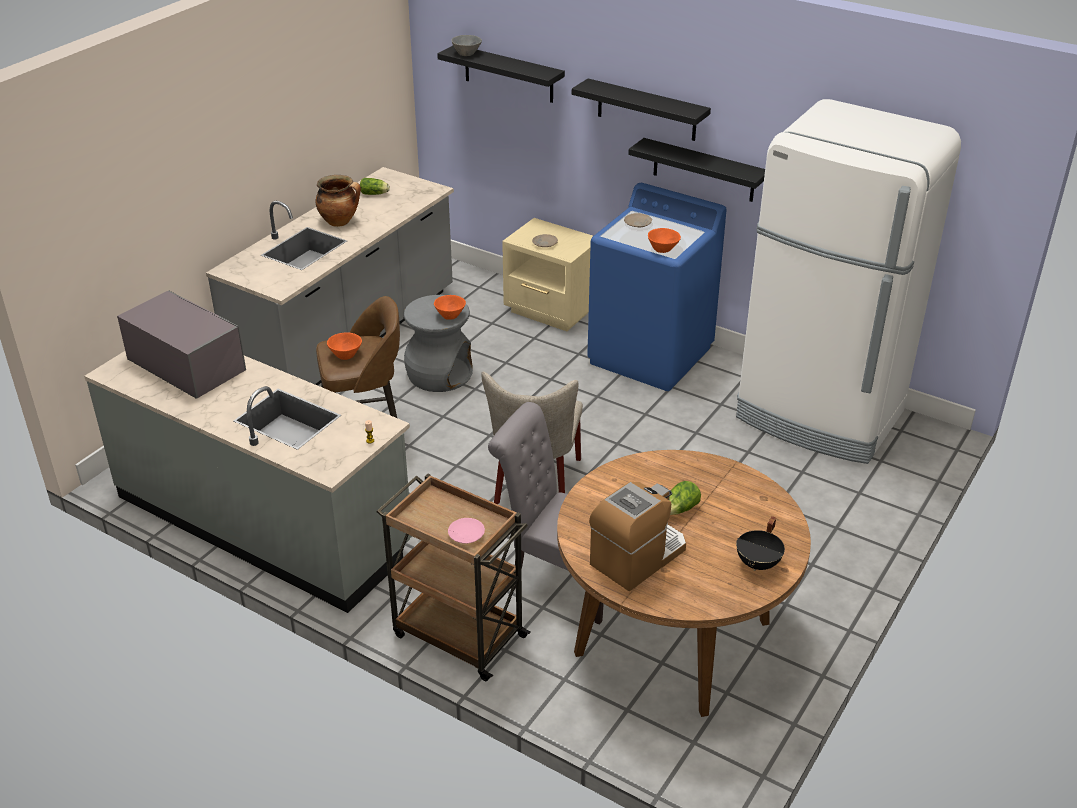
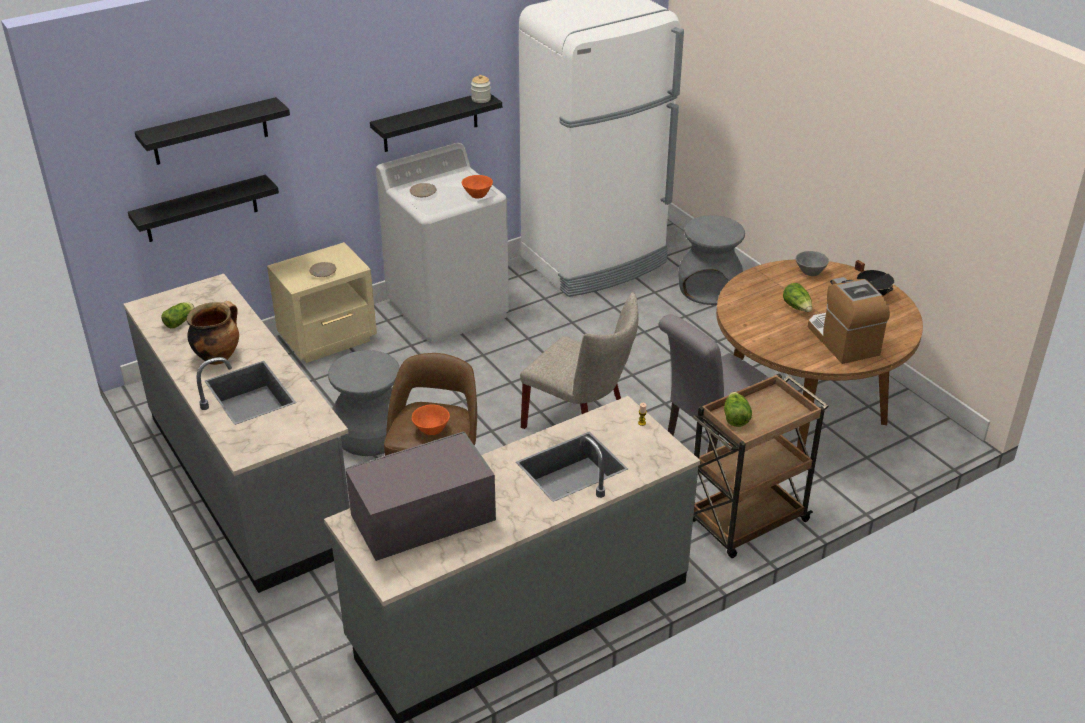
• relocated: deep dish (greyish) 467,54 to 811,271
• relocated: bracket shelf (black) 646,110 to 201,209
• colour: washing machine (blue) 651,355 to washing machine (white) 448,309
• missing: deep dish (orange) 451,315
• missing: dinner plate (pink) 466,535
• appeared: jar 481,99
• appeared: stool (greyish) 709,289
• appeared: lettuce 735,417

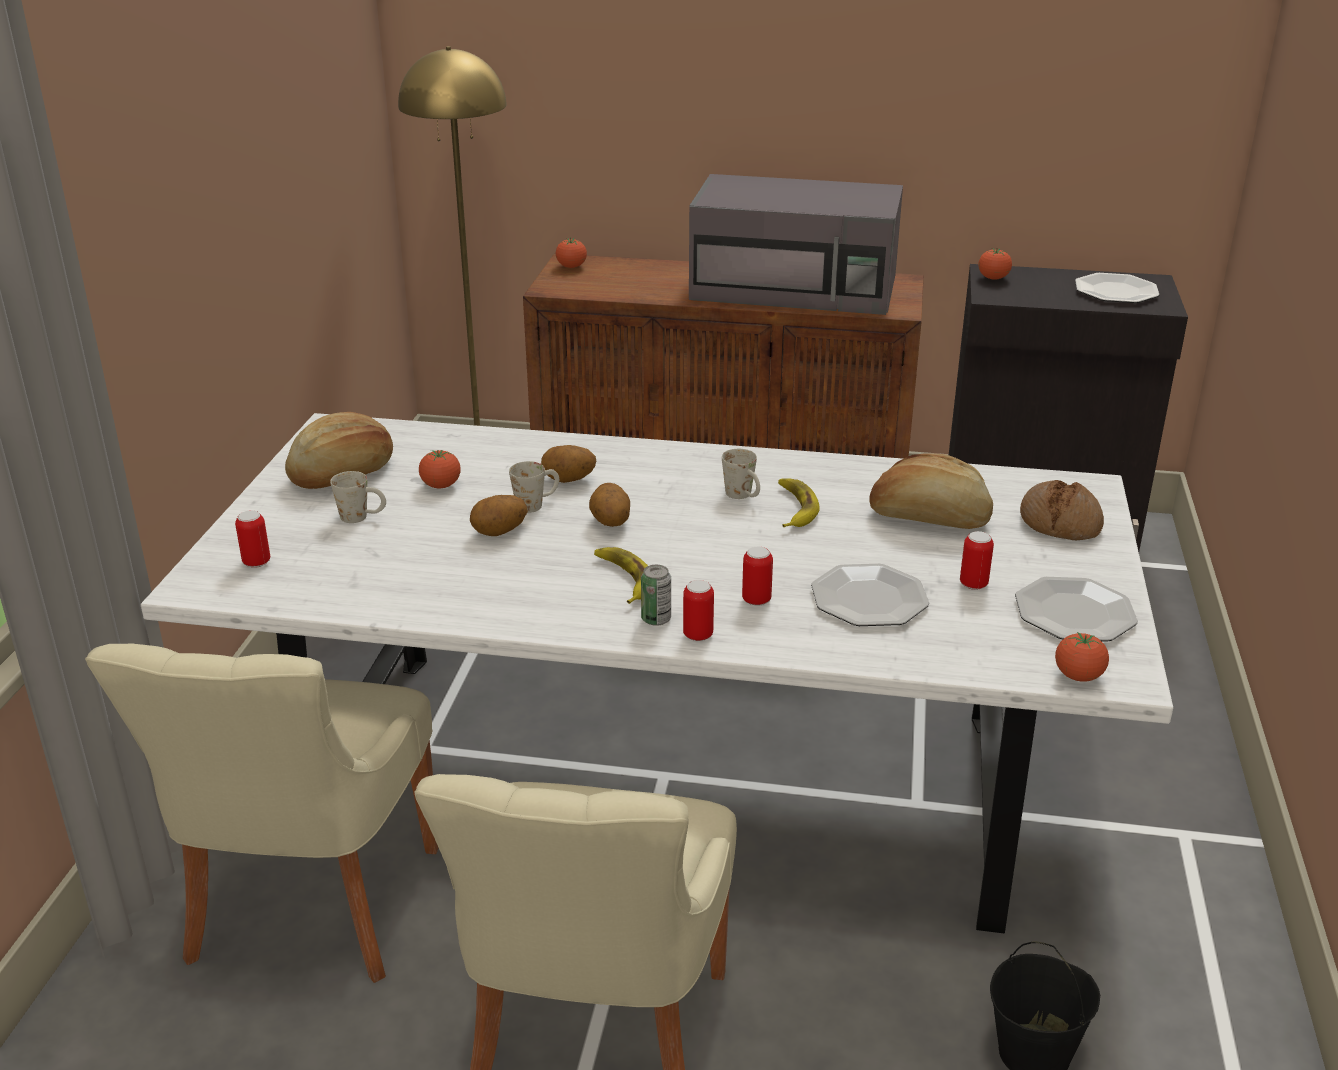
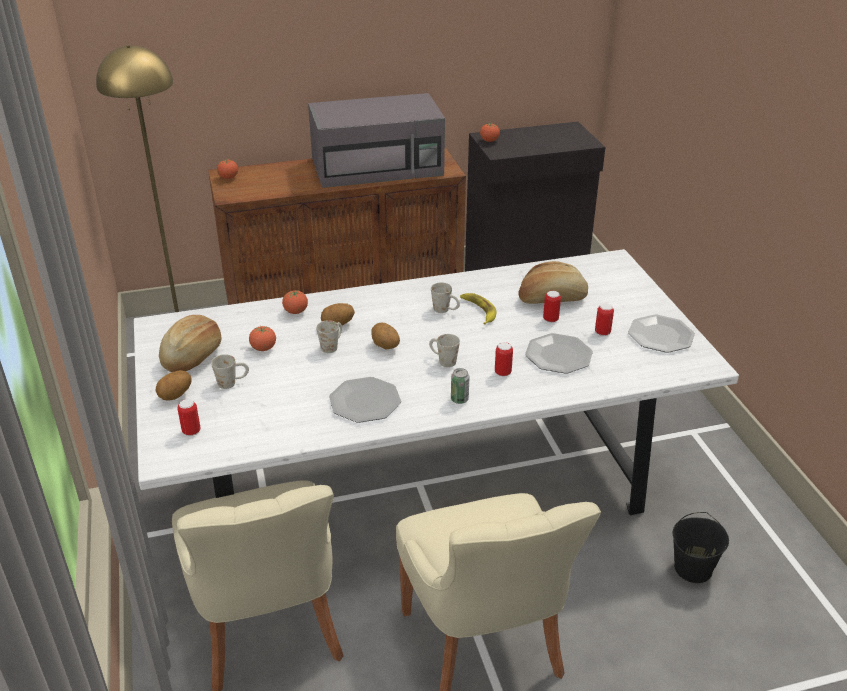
• relocated: dinner plate 1115,291 to 365,401
• missing: baked bread 1060,523
• relocated: whole potato 499,532 to 176,396
• missing: whole banana 624,579
• relocated: metal can 698,635 to 550,319
• relocated: tomato 1078,676 to 296,312
• appeared: mug (white) 443,360

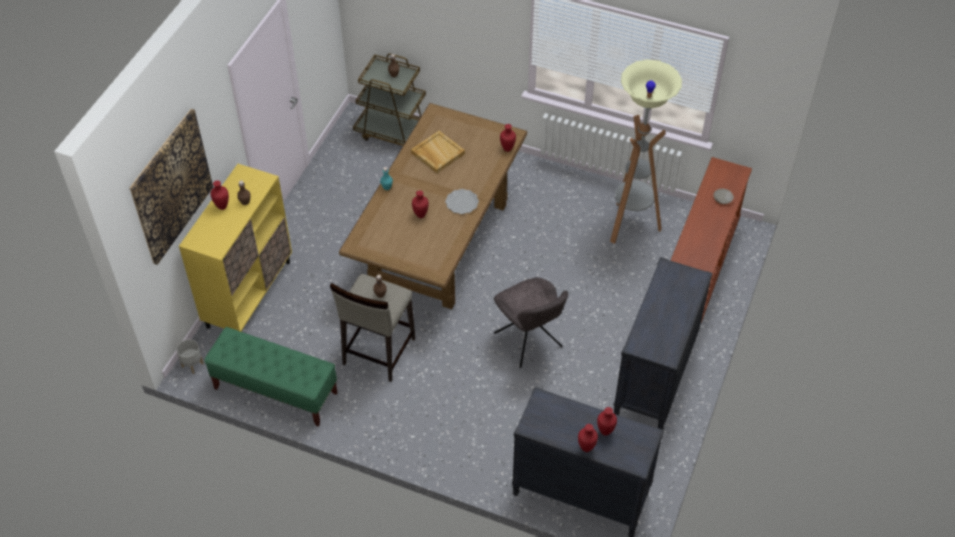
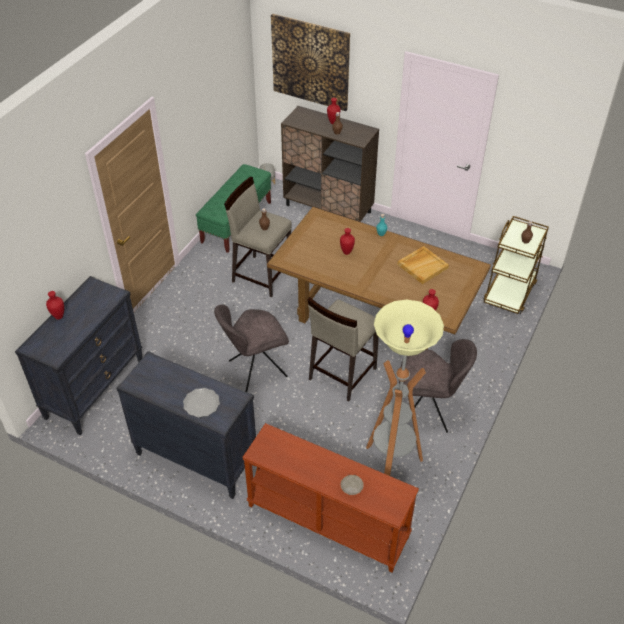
• colour: cabinet (yellow-coloured) 249,293 to cabinet (brown-coloured) 328,209
• relocated: dinner plate 461,203 to 201,403
• missing: decorative vase (red-coloured) 606,431
• appeared: stool (beige-coloured) 341,374
• appeared: upright chair (greyish) 427,411

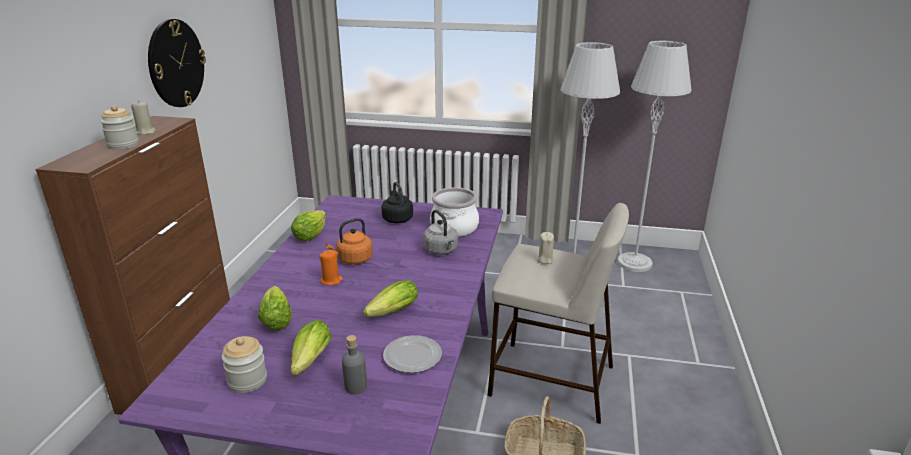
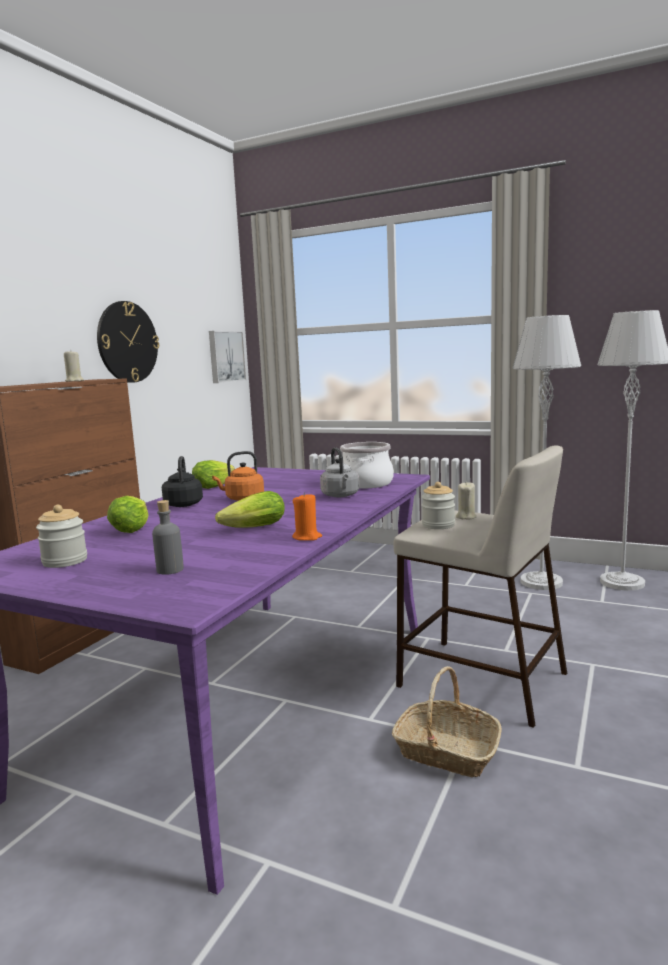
• relocated: jar 123,145 to 438,525
• relocated: tea kettle (black) 397,218 to 183,504
• relocated: wax light (orange) 331,280 to 307,537
• missing: lettuce 309,363
• missing: dinner plate 412,356
• appeared: wall art 225,356

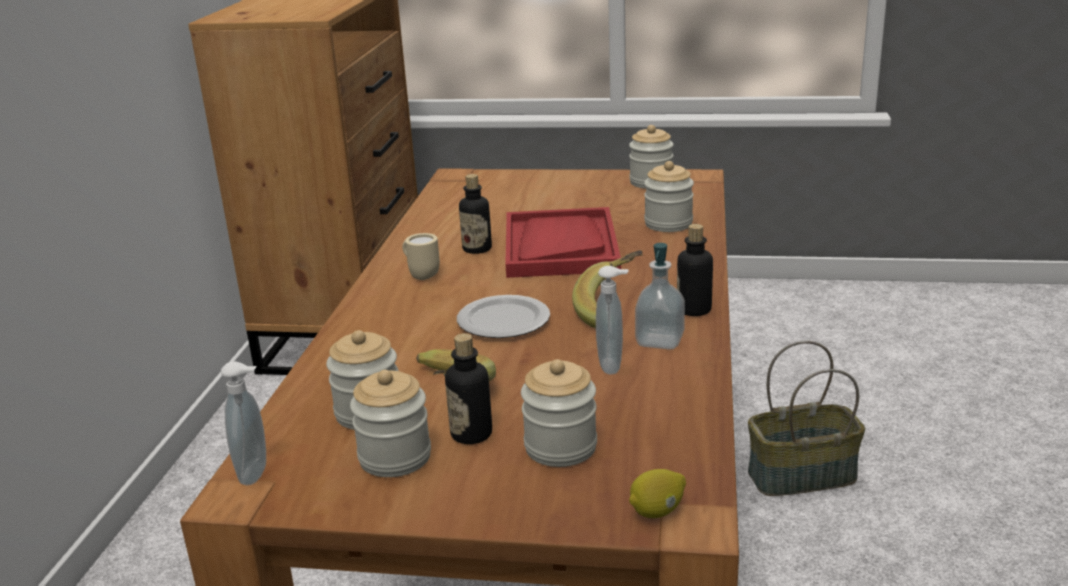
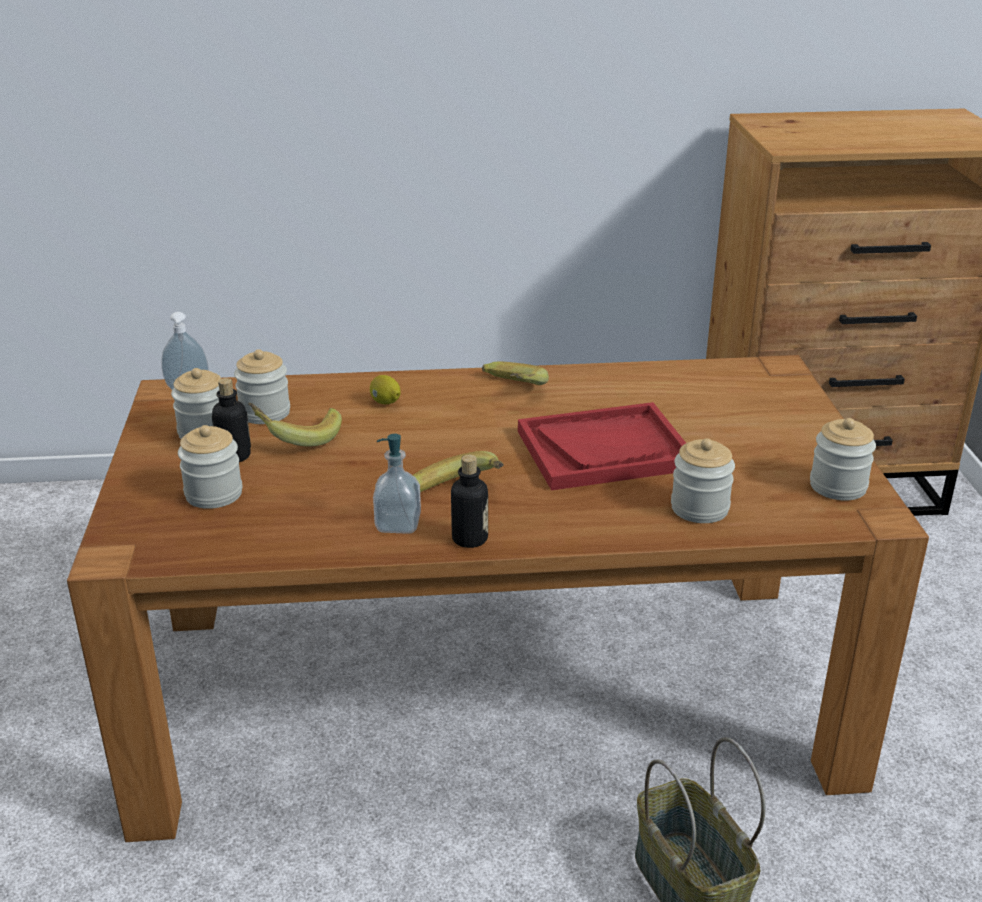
• missing: drink bottle 477,249
• exchanged: mug (beige-coloured) 421,275 to whole banana 510,392
• missing: soap dispenser 612,365
• missing: dinner plate 502,321
• relocated: citrus fruit 657,511 to 385,403

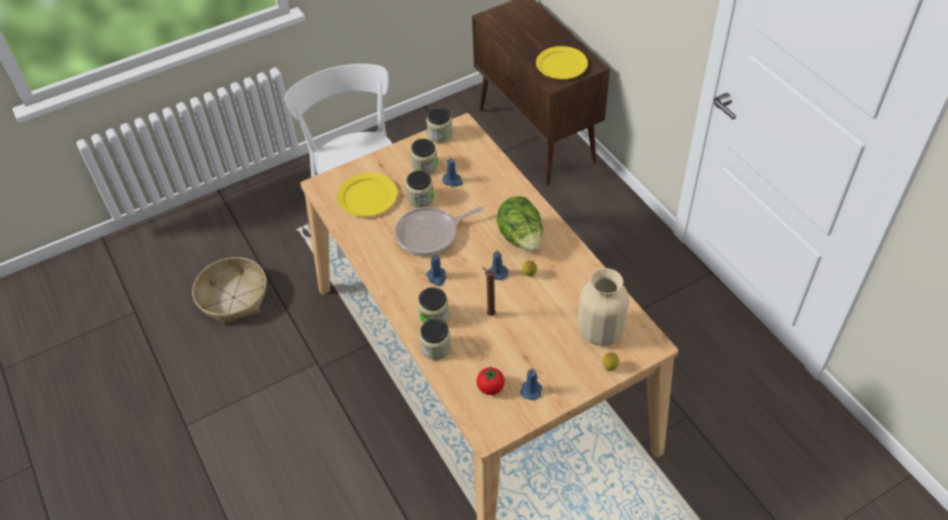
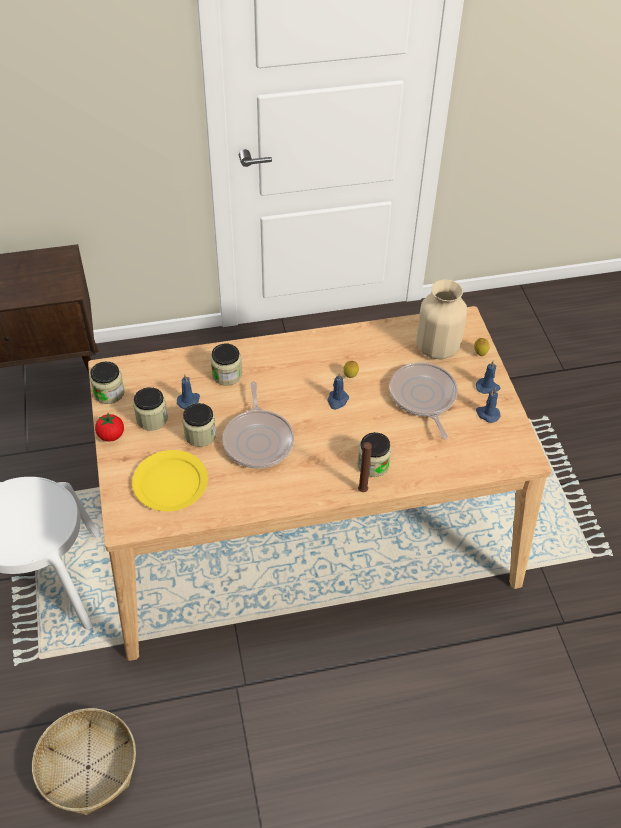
• missing: dinner plate (yellow-coloured) 562,65
• missing: lettuce 521,238
• relocated: wax light (blue) 437,277 to 487,387
• relocated: wax light (brown-coloured) 489,314 to 362,492
• relocated: jar 436,348 to 227,375
• relocated: tomato 490,388 to 111,435
• appeared: frying pan 423,397

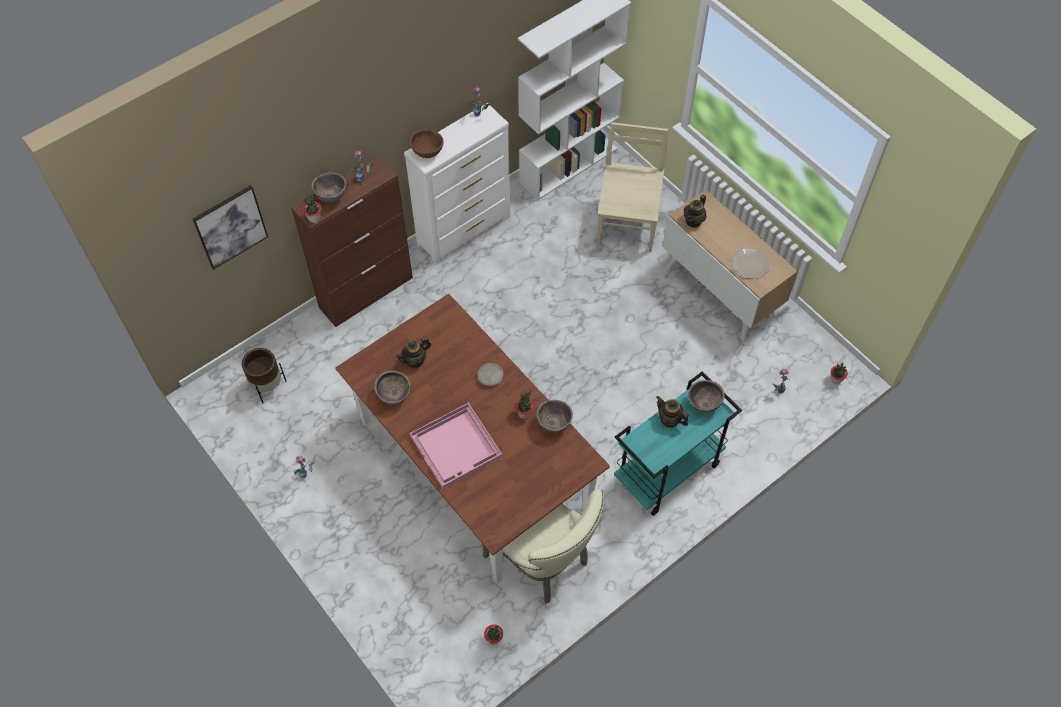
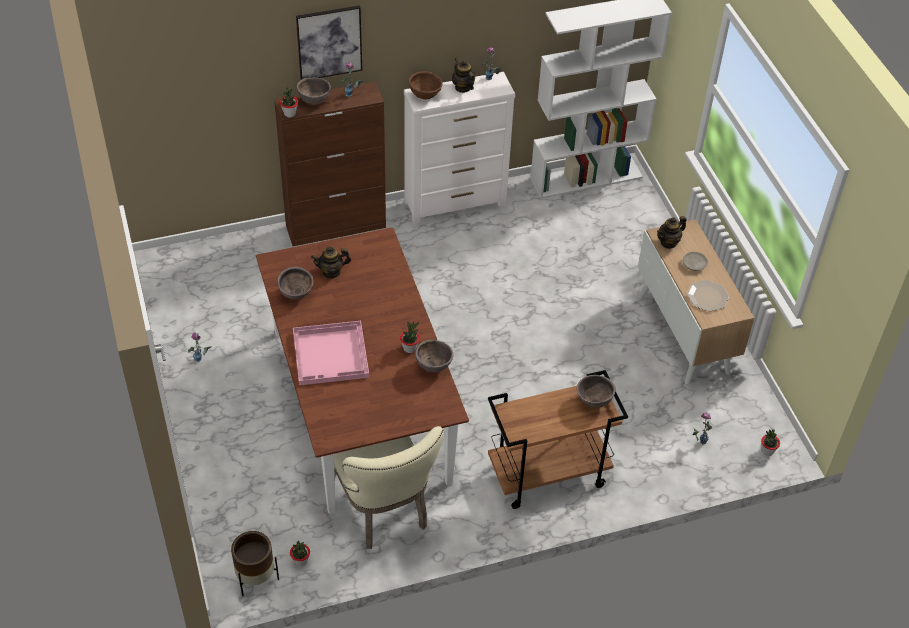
• missing: upright chair (beige-coloured) 628,222
• relocated: wall art 230,227 to 329,42
• relocated: flower pot (brown-coloured) 268,386 to 256,578
• relocated: dinner plate (beige-coloured) 490,377 to 694,264
• colour: cart (turquoise) 667,472 to cart (brown-coloured) 547,475
• relocated: teapot 669,420 to 463,87

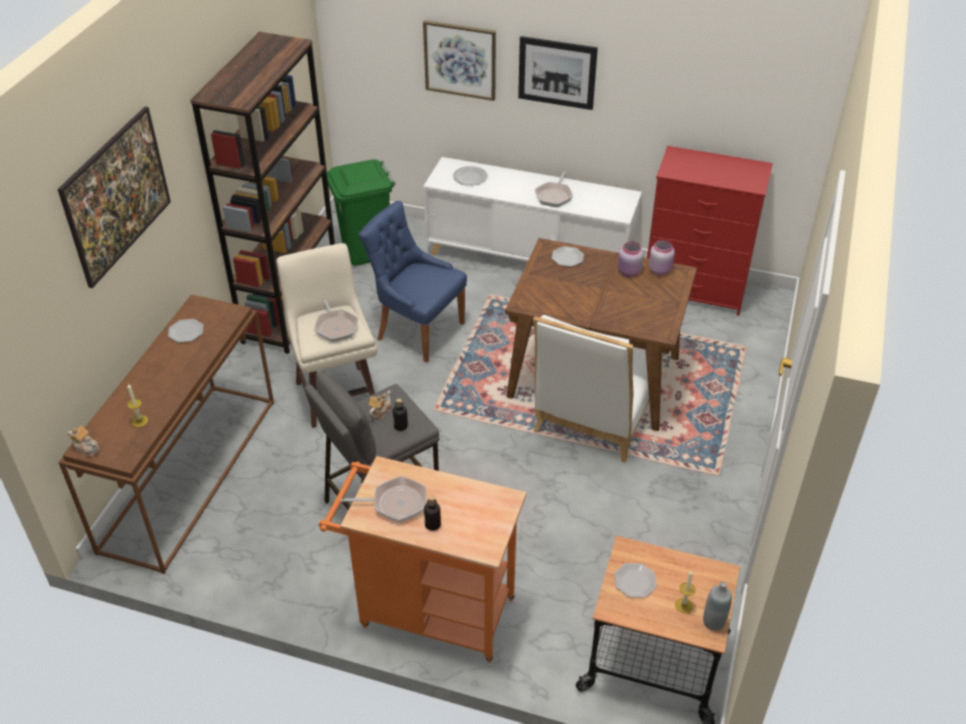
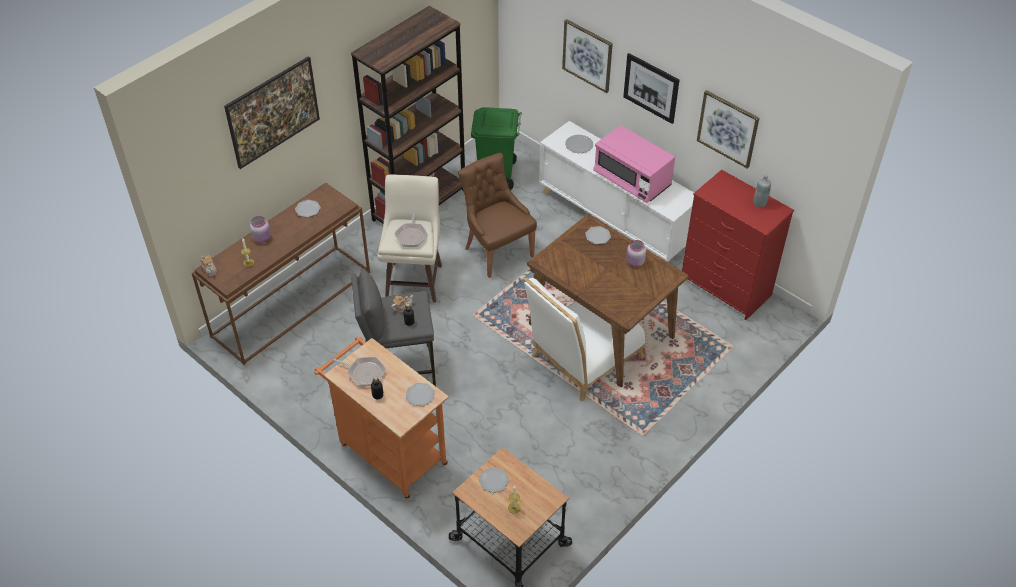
• exchanged: frying pan 554,196 to kitchen microwave (pink) 632,180
• colour: upright chair (blue) 417,330 to upright chair (brown-coloured) 497,251
• relocated: jar (pink) 660,270 to 262,238
• relocated: drink bottle (greyish) 713,622 to 759,203
• appeared: wall art 728,128
• appeared: dinner plate 420,395

